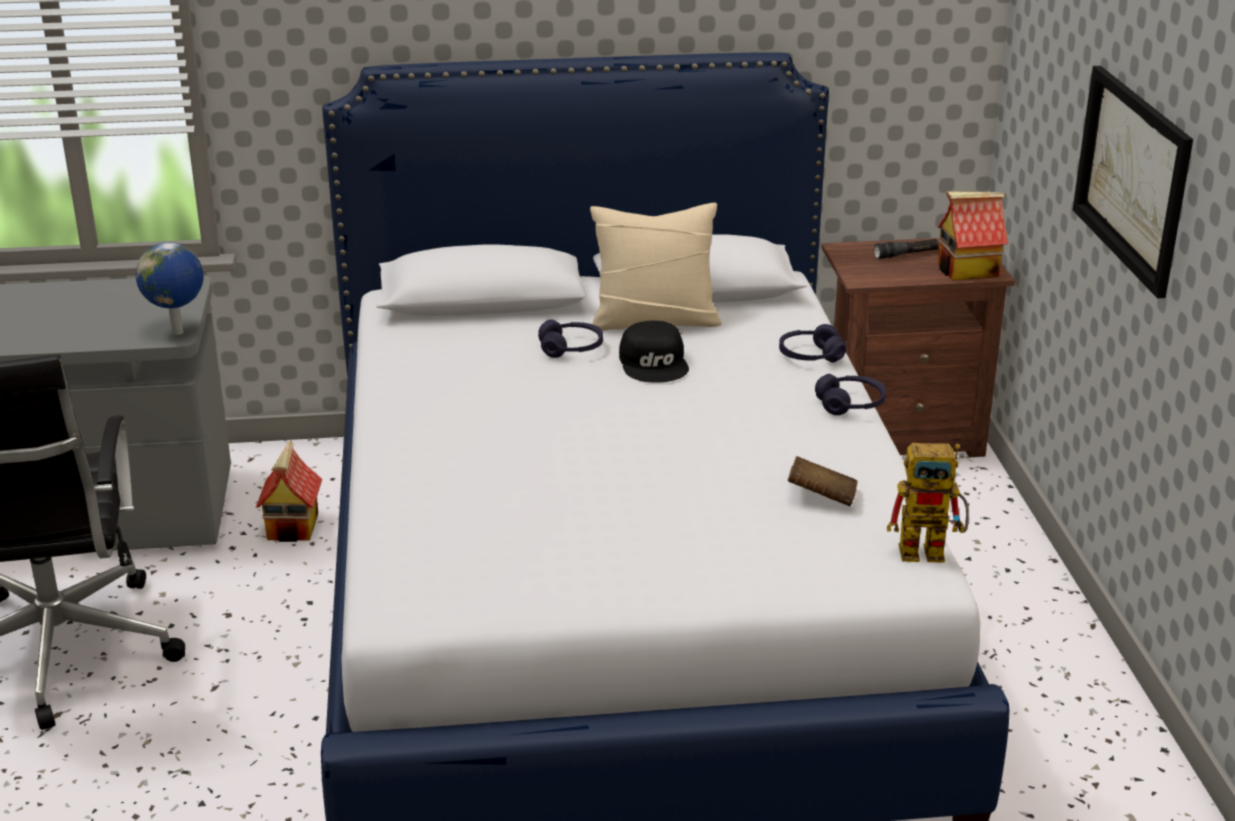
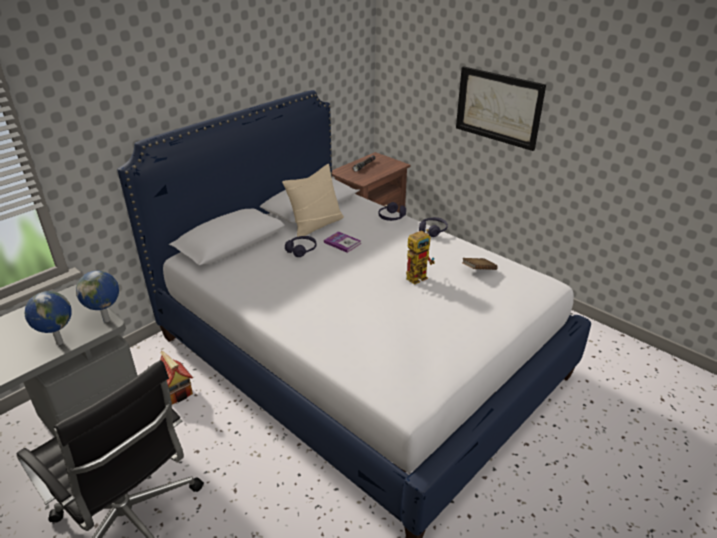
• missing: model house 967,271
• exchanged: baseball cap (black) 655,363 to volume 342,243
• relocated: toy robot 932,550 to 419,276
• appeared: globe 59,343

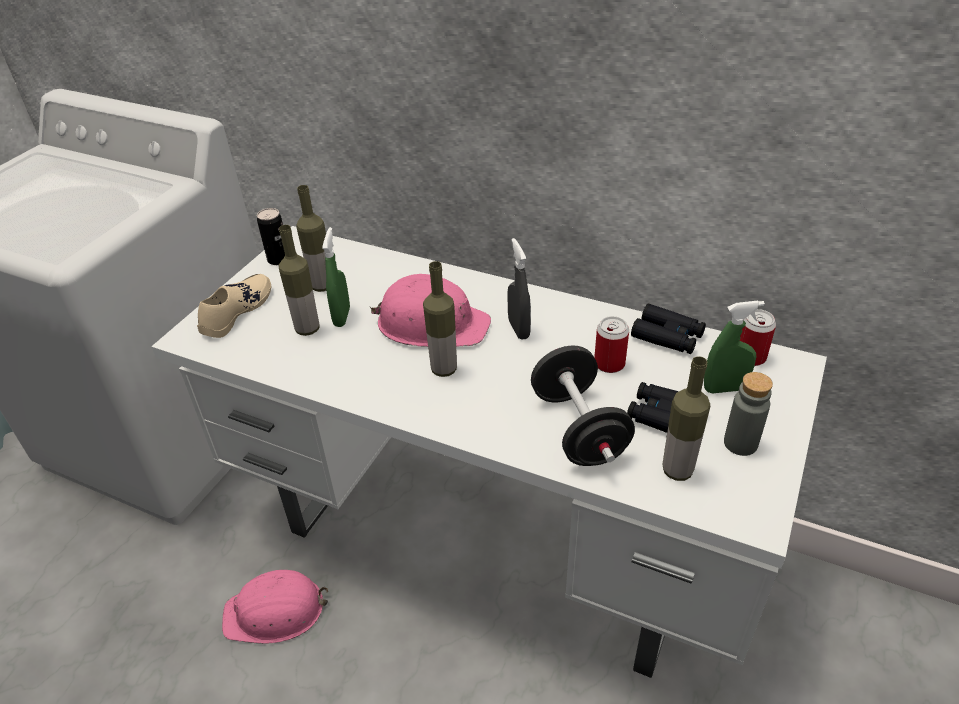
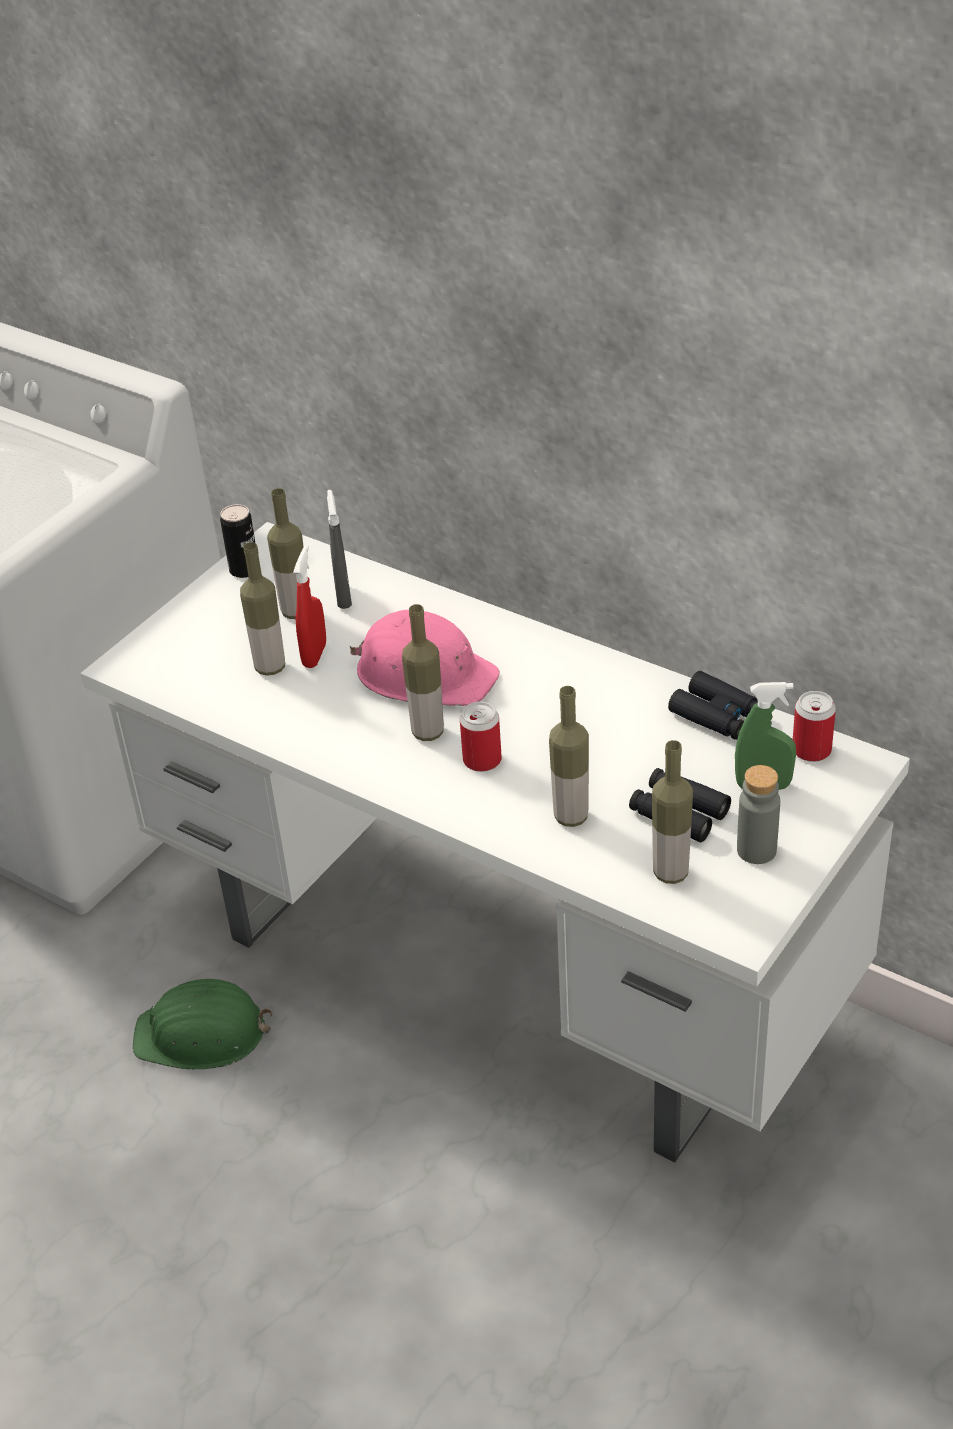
• colour: spray bottle (green) 342,317 to spray bottle (red-coloured) 314,655
• relocated: spray bottle (greyish) 518,329 to 343,597
• missing: low shoe (beige-coloured) 236,311
• relocated: metal can 609,364 to 482,760
• exchanged: hand weight (black) 579,429 to drink bottle 571,816
• colour: hard hat (pink) 275,612 to hard hat (green) 202,1034

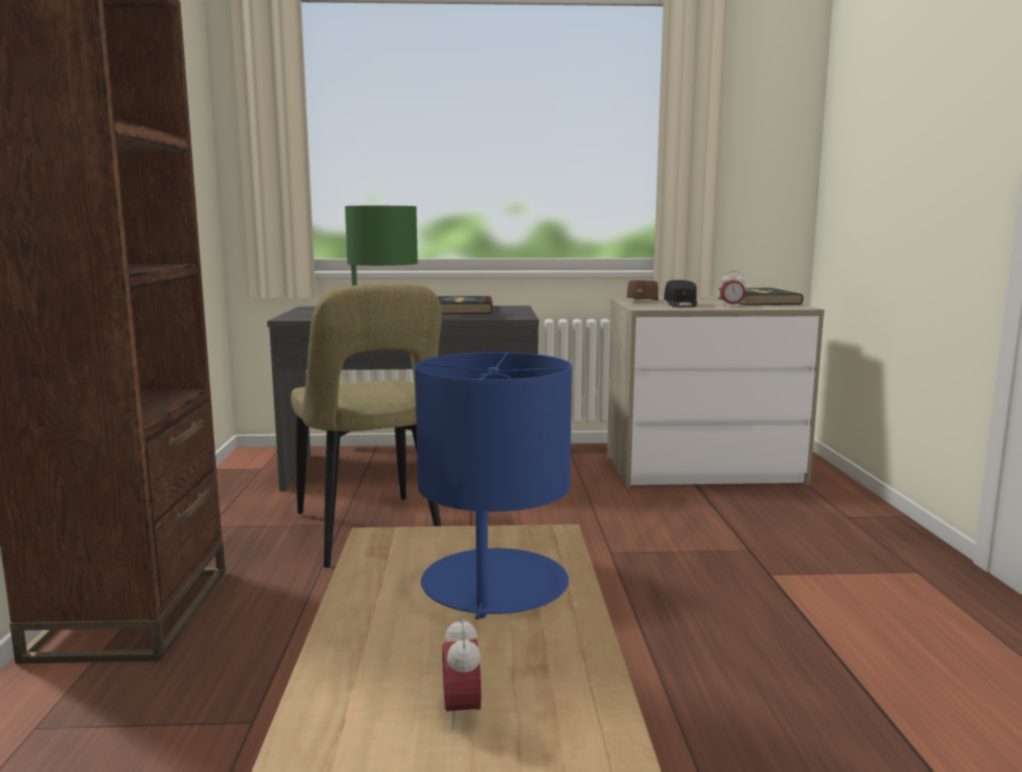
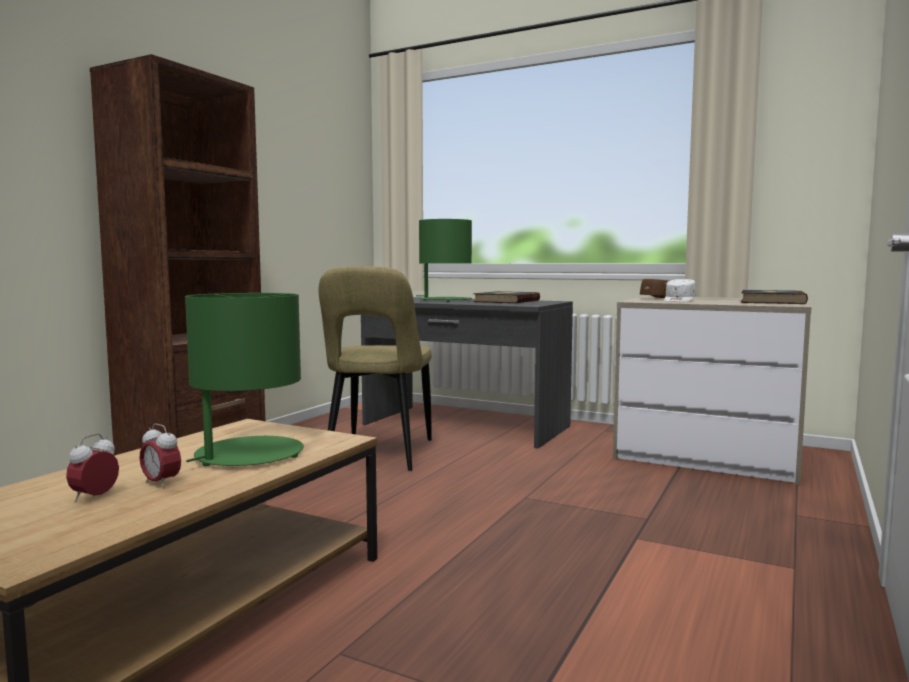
• relocated: alarm clock 731,306 to 161,483
• colour: baseball cap (black) 681,305 to baseball cap (white) 679,301
• colour: table lamp (blue) 494,585 to table lamp (green) 248,454

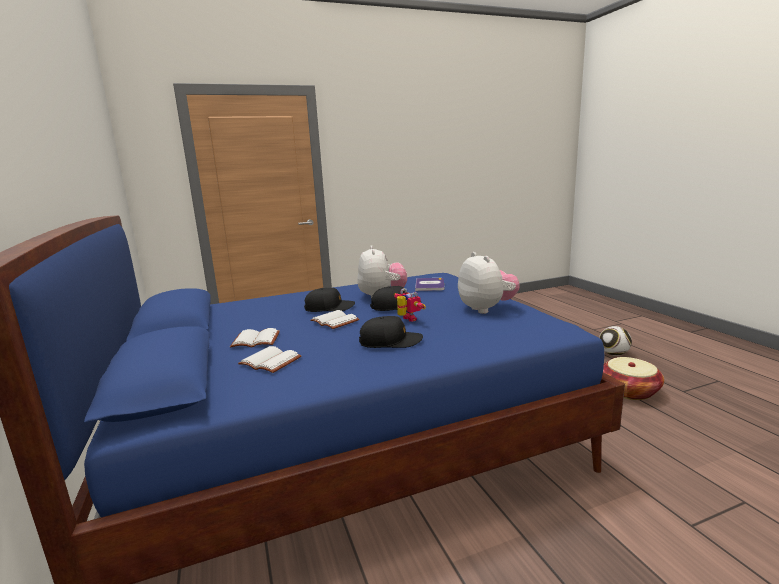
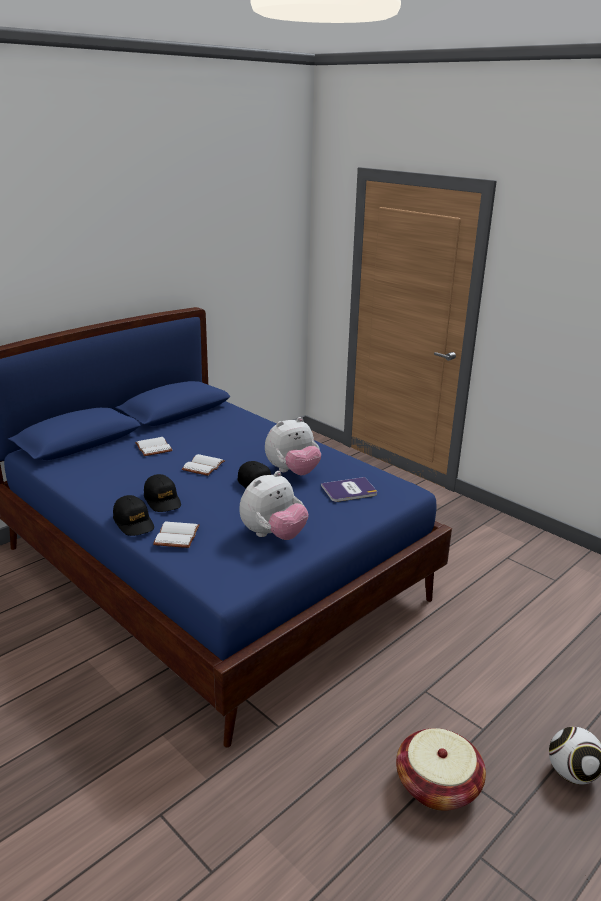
• relocated: baseball cap (black) 329,308 to 134,522
• missing: toy robot 406,319
• relocated: volume (white) 272,361 to 178,536

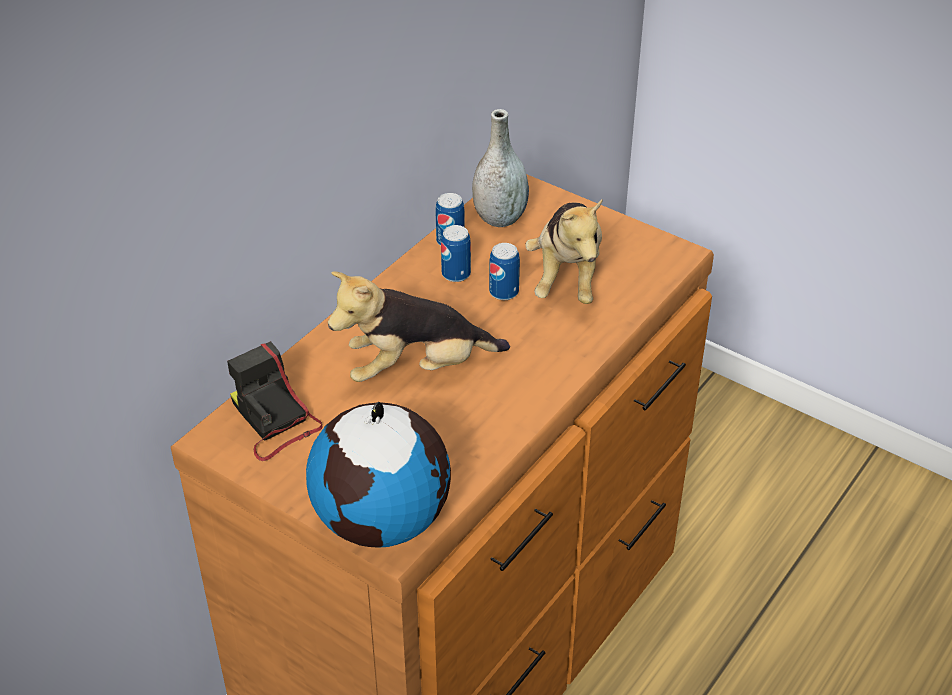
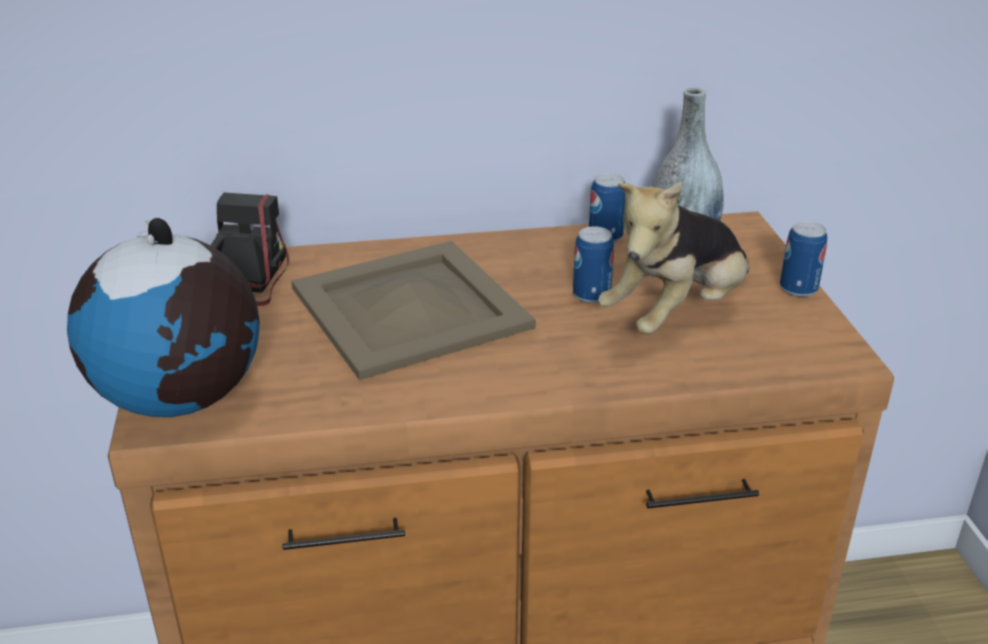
• relocated: metal can 456,274 to 798,288
• exchanged: cuddly toy 416,369 to carrying tray (beige-coloured) 412,308

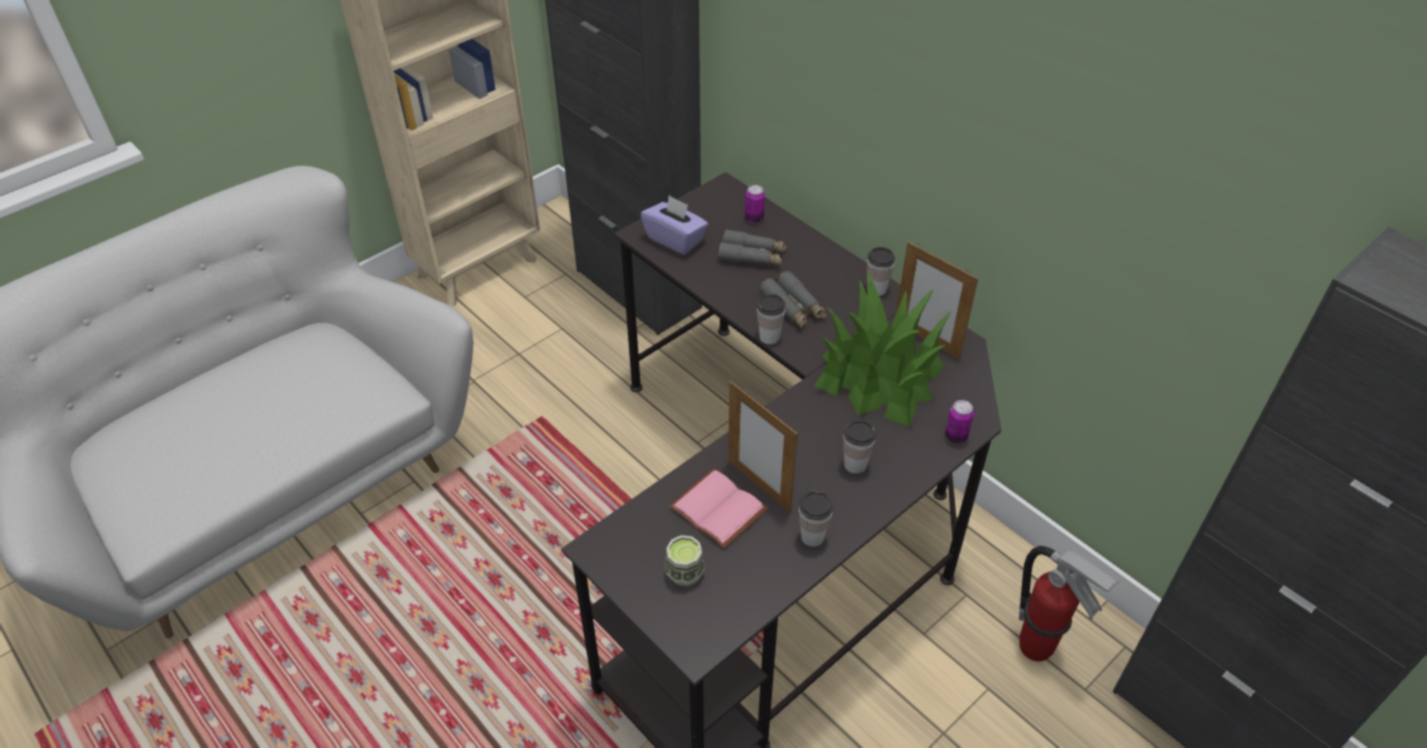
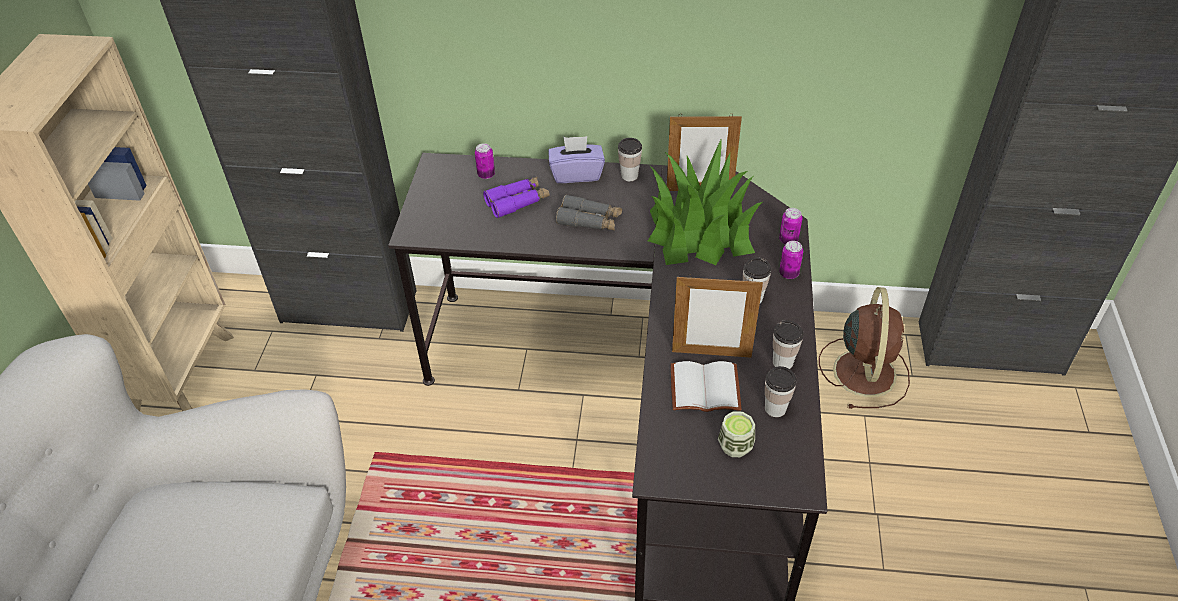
• relocated: box of tissues (purple) 675,239 to 576,174
• colour: pair of binoculars (greyish) 752,256 to pair of binoculars (purple) 517,202
• relocated: drinking cup 769,337 to 775,408
• colour: volume (pink) 720,509 to volume (white) 706,386
• exchanged: fire-fighting cylinder 1036,648 to electric fan (brown-coloured) 864,371
• appeared: metal can 788,273

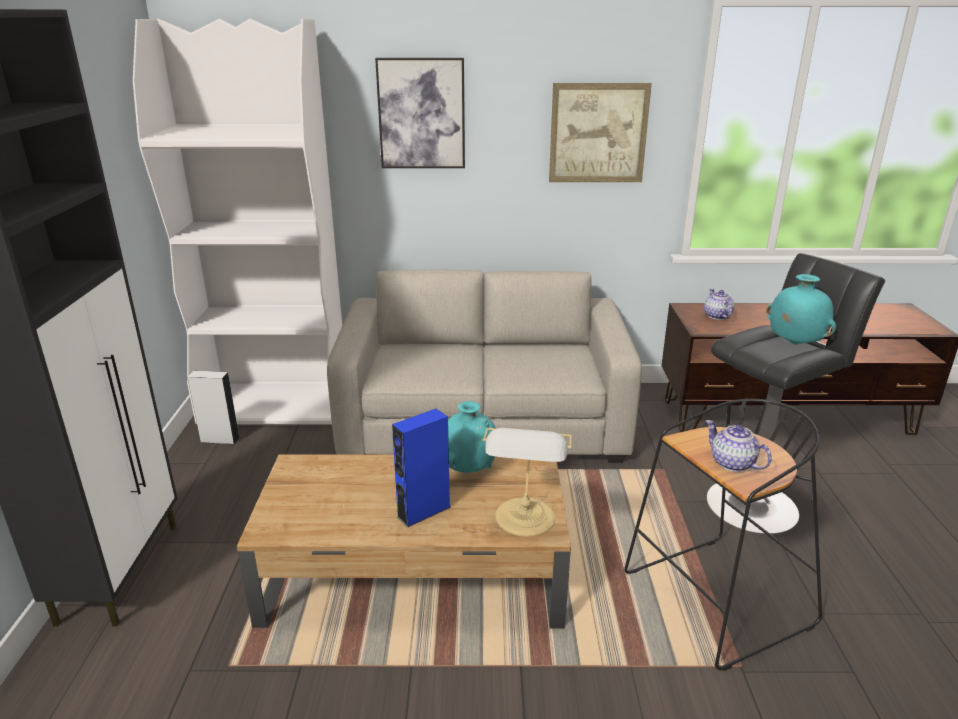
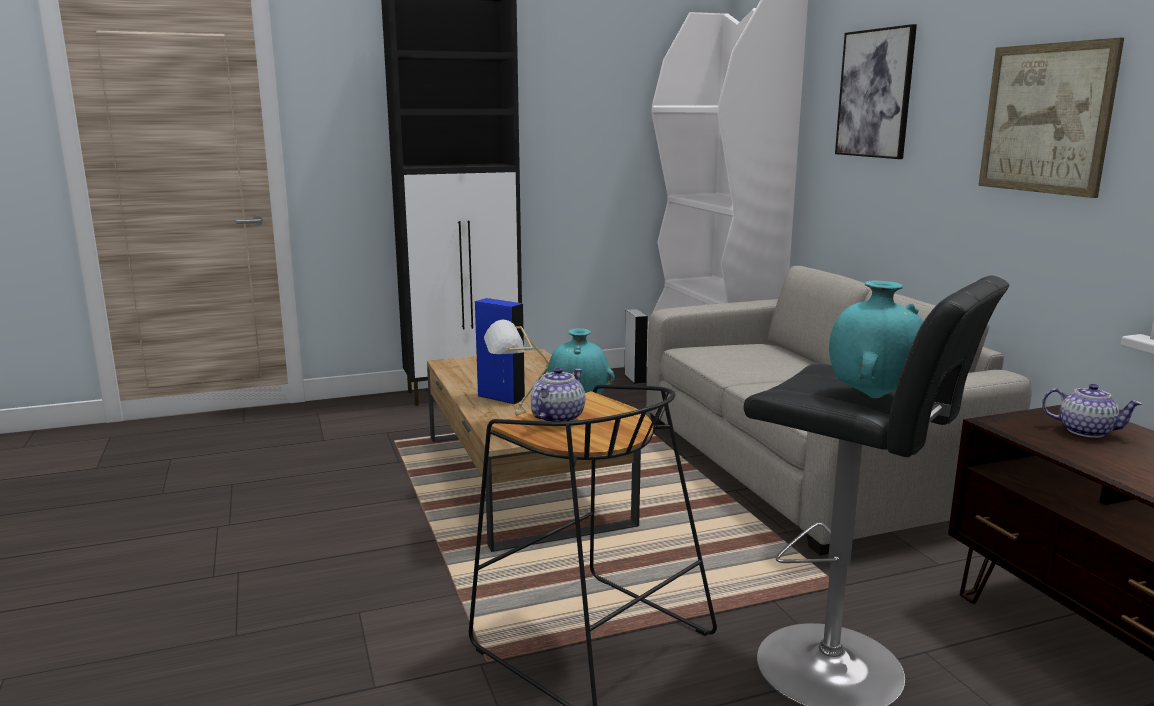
• spun: teapot 717,316 = 1085,431 60 degrees clockwise

